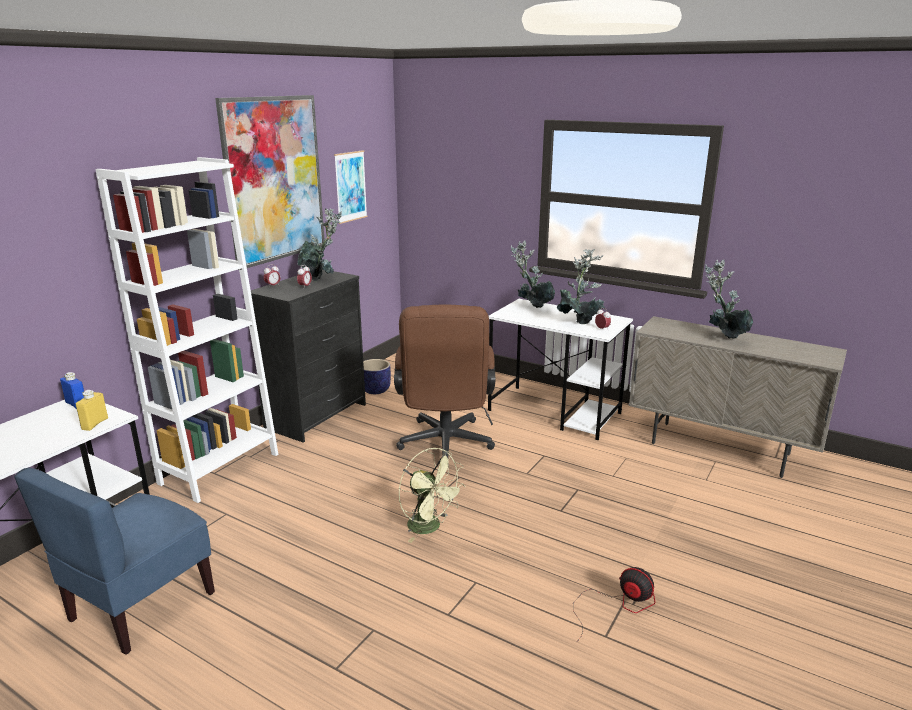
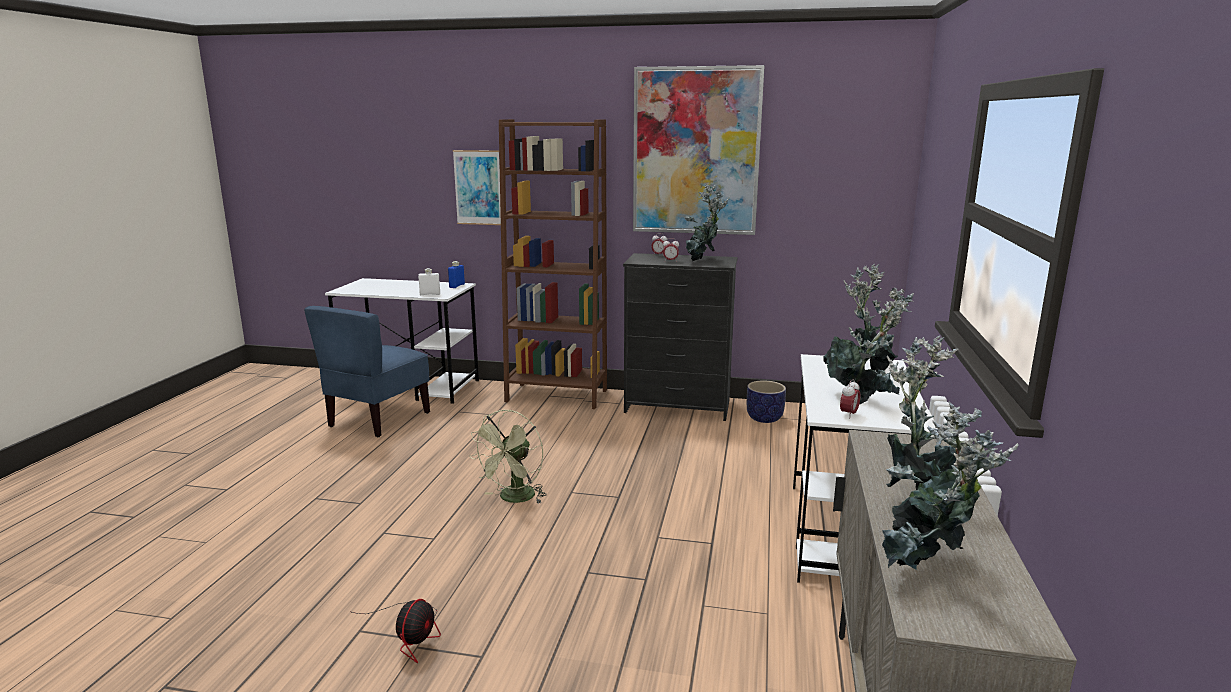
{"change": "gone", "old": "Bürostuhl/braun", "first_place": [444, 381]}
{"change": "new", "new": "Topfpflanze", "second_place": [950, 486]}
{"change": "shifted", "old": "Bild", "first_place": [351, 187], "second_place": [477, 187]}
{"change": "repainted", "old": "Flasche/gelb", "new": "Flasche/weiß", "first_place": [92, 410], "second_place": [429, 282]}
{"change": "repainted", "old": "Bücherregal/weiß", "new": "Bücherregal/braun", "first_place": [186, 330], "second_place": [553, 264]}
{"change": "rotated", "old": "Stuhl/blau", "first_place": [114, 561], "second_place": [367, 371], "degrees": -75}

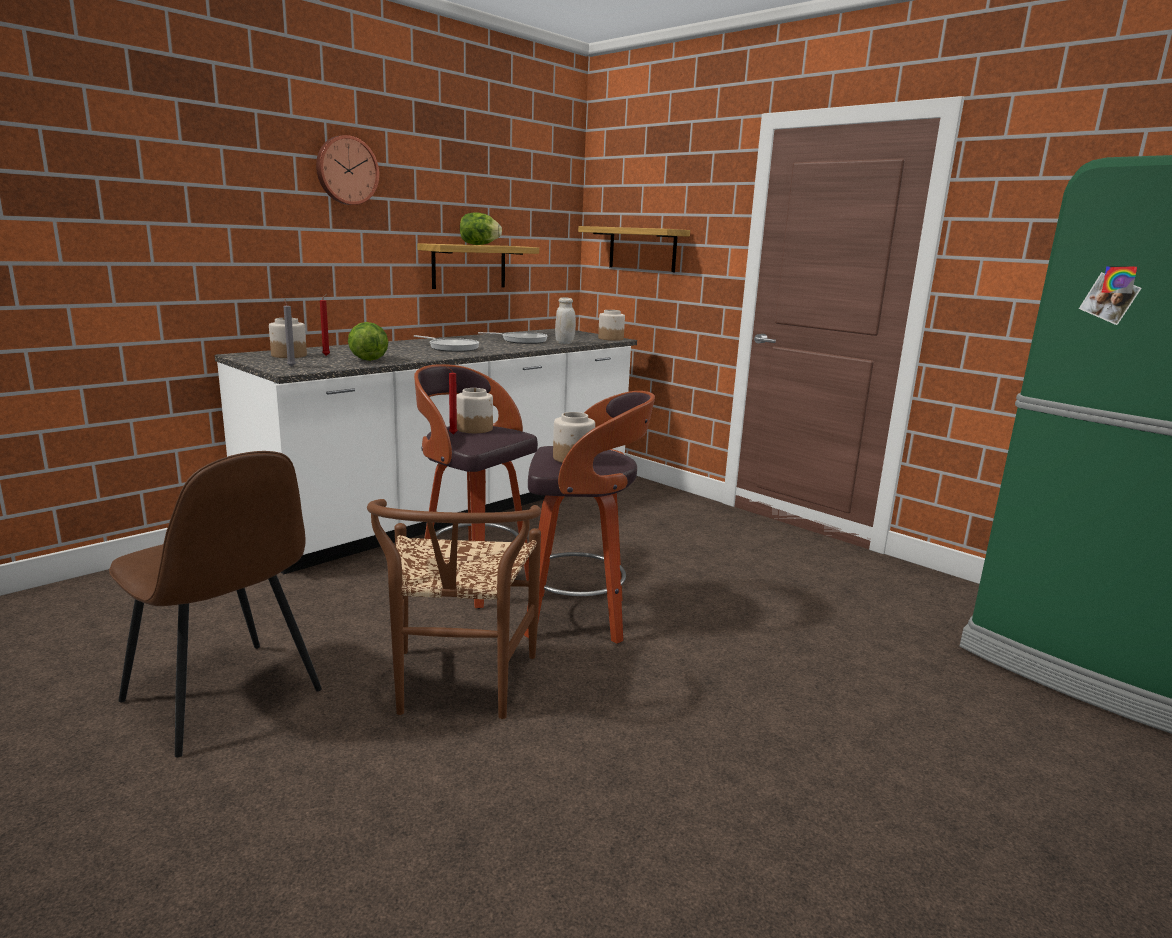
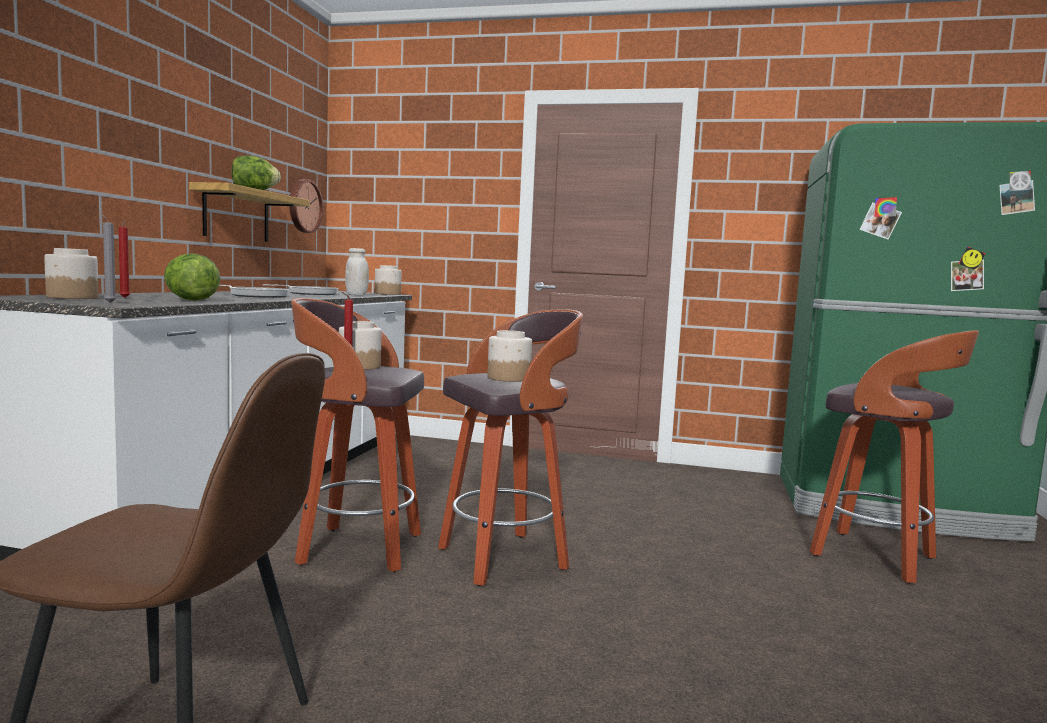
{"change": "gone", "old": "Stuhl/braun", "first_place": [454, 609]}
{"change": "gone", "old": "Wandregal", "first_place": [634, 249]}
{"change": "new", "new": "Hocker", "second_place": [894, 457]}
{"change": "shifted", "old": "Wanduhr", "first_place": [347, 170], "second_place": [306, 206]}

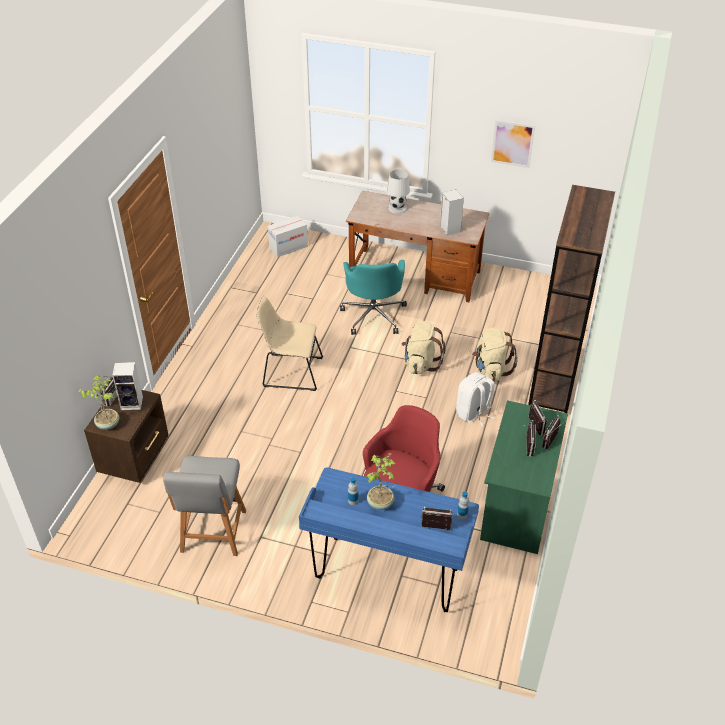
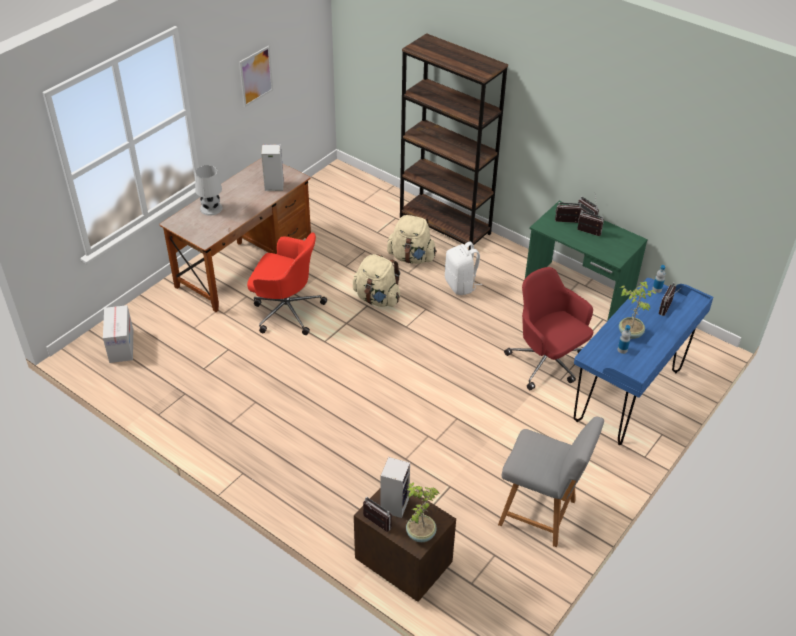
{"change": "gone", "old": "Stuhl/beige", "first_place": [289, 343]}
{"change": "repainted", "old": "Bürostuhl/türkis", "new": "Bürostuhl/rot", "first_place": [373, 297], "second_place": [287, 283]}

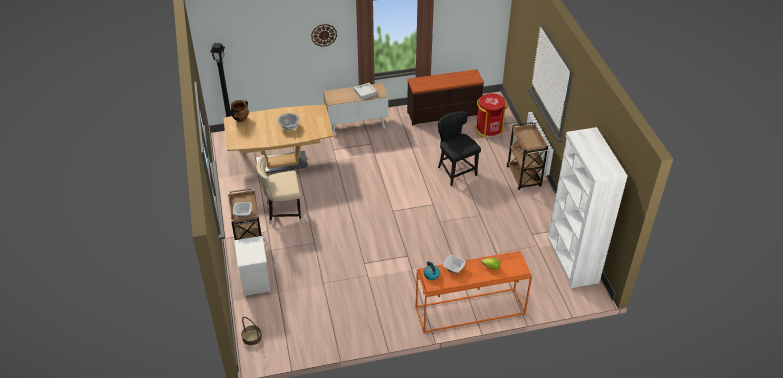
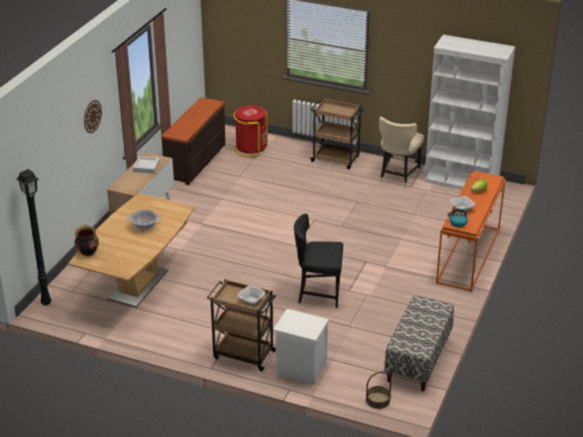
{"change": "new", "new": "Bank", "second_place": [419, 343]}
{"change": "shifted", "old": "Stuhl/beige", "first_place": [278, 189], "second_place": [401, 152]}
{"change": "shifted", "old": "Stuhl/schwarz", "first_place": [459, 148], "second_place": [318, 261]}

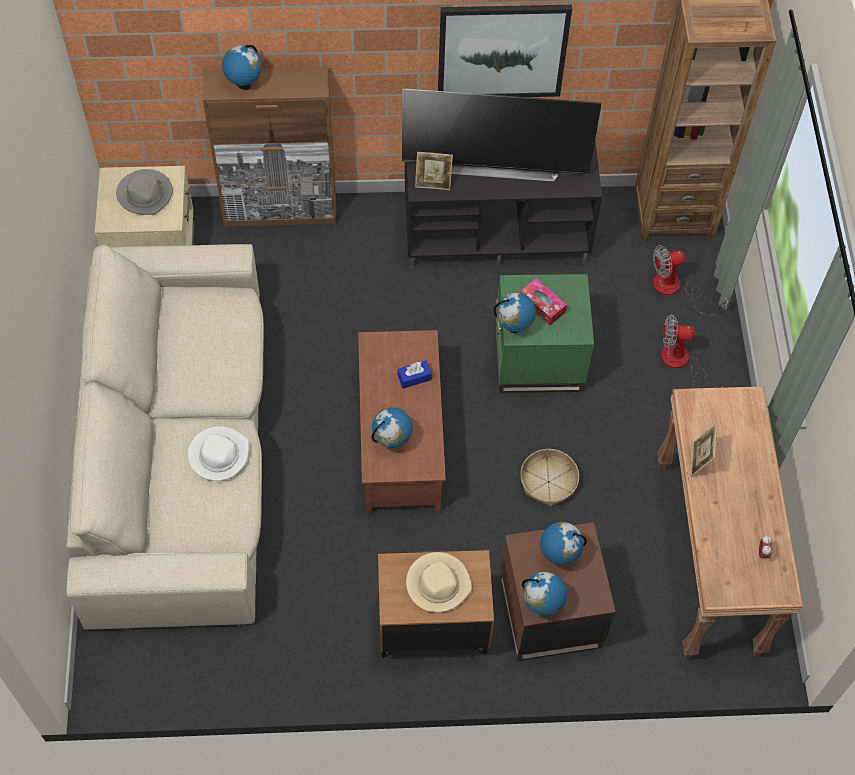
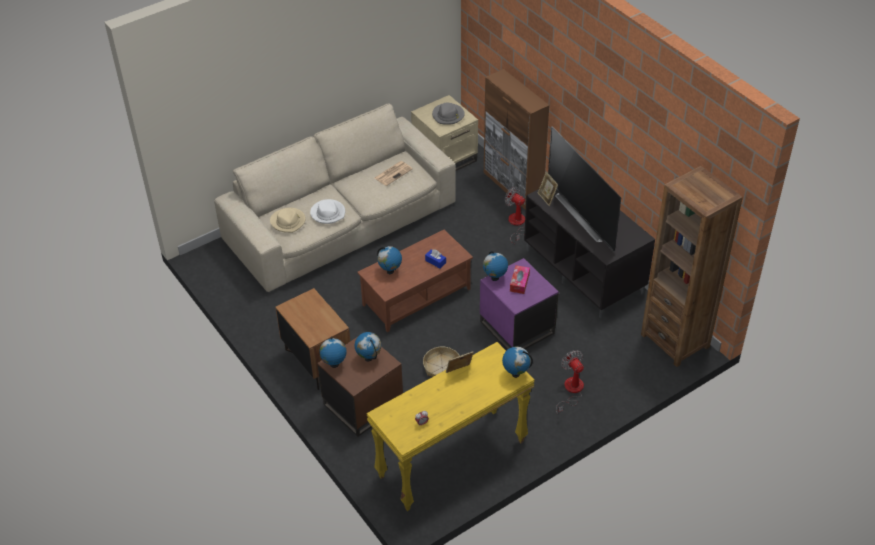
{"change": "gone", "old": "Bild", "first_place": [505, 51]}
{"change": "new", "new": "Zeitung", "second_place": [394, 173]}
{"change": "shifted", "old": "Globus", "first_place": [242, 67], "second_place": [517, 362]}
{"change": "shifted", "old": "Hut/beige", "first_place": [439, 582], "second_place": [288, 220]}
{"change": "shifted", "old": "Ventilator", "first_place": [691, 280], "second_place": [515, 215]}
{"change": "repainted", "old": "Beistelltisch/grün", "new": "Beistelltisch/lila", "first_place": [544, 333], "second_place": [519, 304]}
{"change": "repainted", "old": "Konsolentisch/braun", "new": "Konsolentisch/gelb", "first_place": [730, 522], "second_place": [450, 426]}

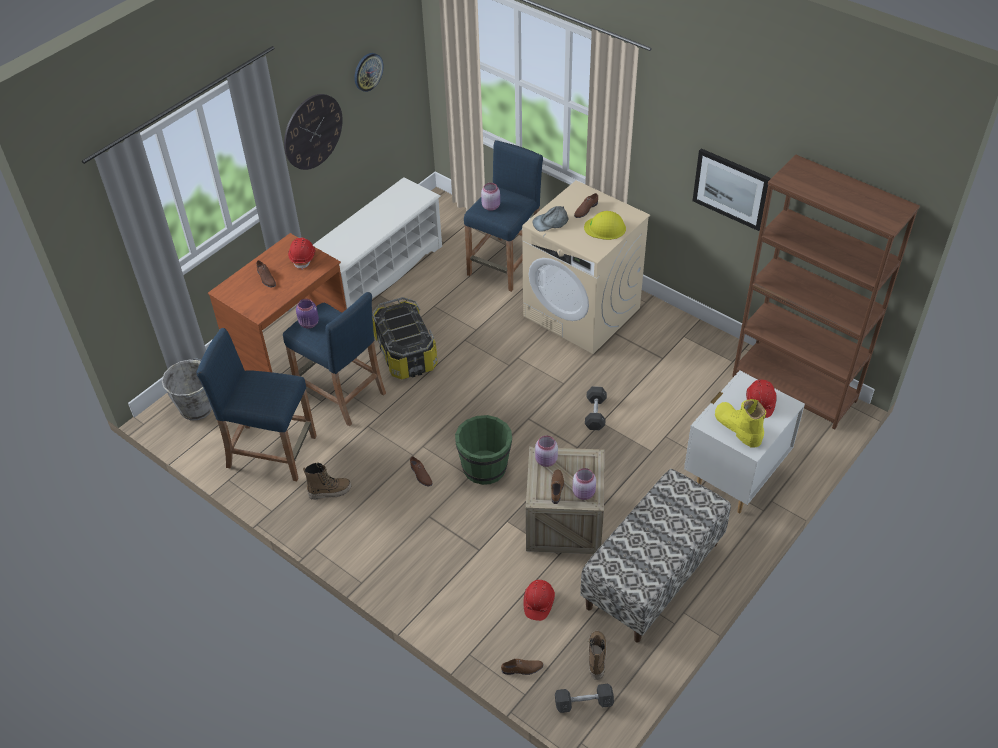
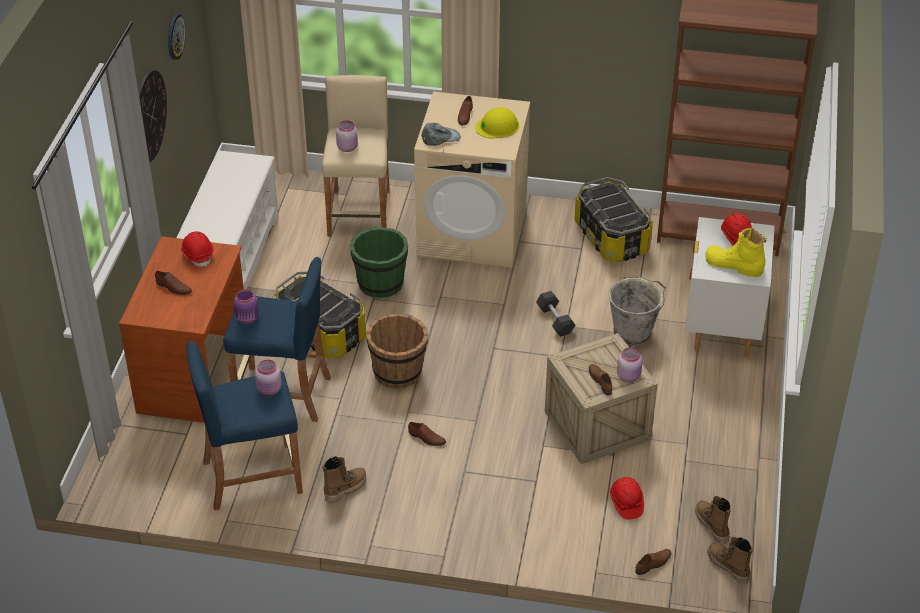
{"change": "gone", "old": "Bank", "first_place": [655, 556]}
{"change": "gone", "old": "Bild", "first_place": [732, 189]}
{"change": "new", "new": "Eimer/braun", "second_place": [397, 351]}
{"change": "new", "new": "Aufbewahrungsbox", "second_place": [613, 219]}
{"change": "shifted", "old": "Eimer/grau", "first_place": [187, 389], "second_place": [637, 311]}
{"change": "shifted", "old": "Eimer/grün", "first_place": [483, 450], "second_place": [379, 262]}
{"change": "shifted", "old": "Vorratsglas/rosa", "first_place": [546, 451], "second_place": [268, 378]}
{"change": "swapped", "old": "Hantel/grau", "new": "Stiefel", "first_place": [584, 698], "second_place": [730, 560]}
{"change": "repainted", "old": "Hocker/blau", "new": "Hocker/beige", "first_place": [503, 216], "second_place": [356, 156]}
{"change": "rotated", "old": "Kappe/grau", "first_place": [551, 219], "second_place": [441, 134], "degrees": -150}

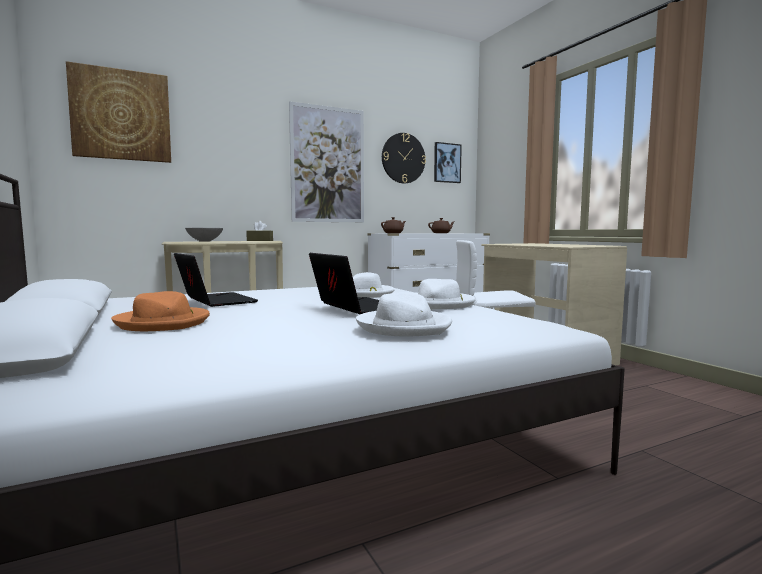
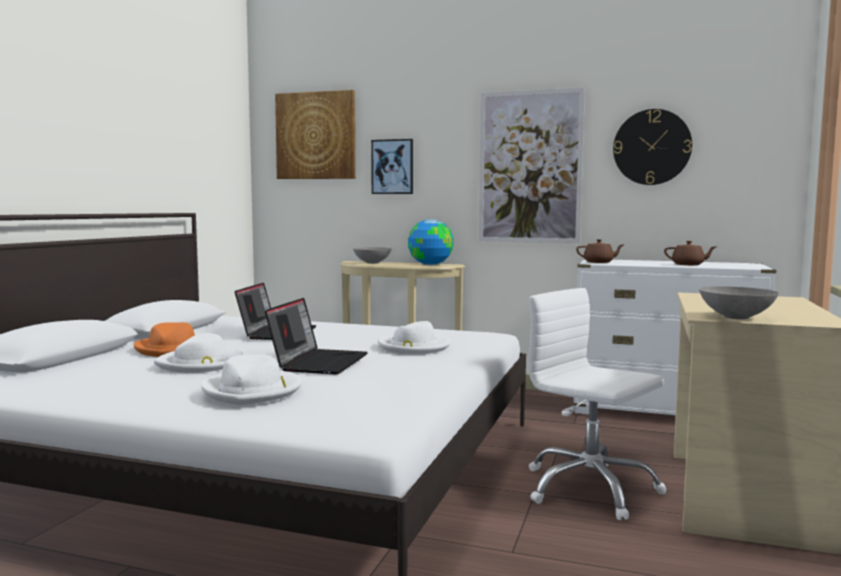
{"change": "new", "new": "Schüssel/grau", "second_place": [739, 303]}
{"change": "shifted", "old": "Hut/weiß", "first_place": [445, 294], "second_place": [199, 353]}
{"change": "shifted", "old": "Bild", "first_place": [448, 162], "second_place": [392, 166]}
{"change": "swapped", "old": "Taschentuchbox/braun", "new": "Globus", "first_place": [259, 231], "second_place": [430, 242]}

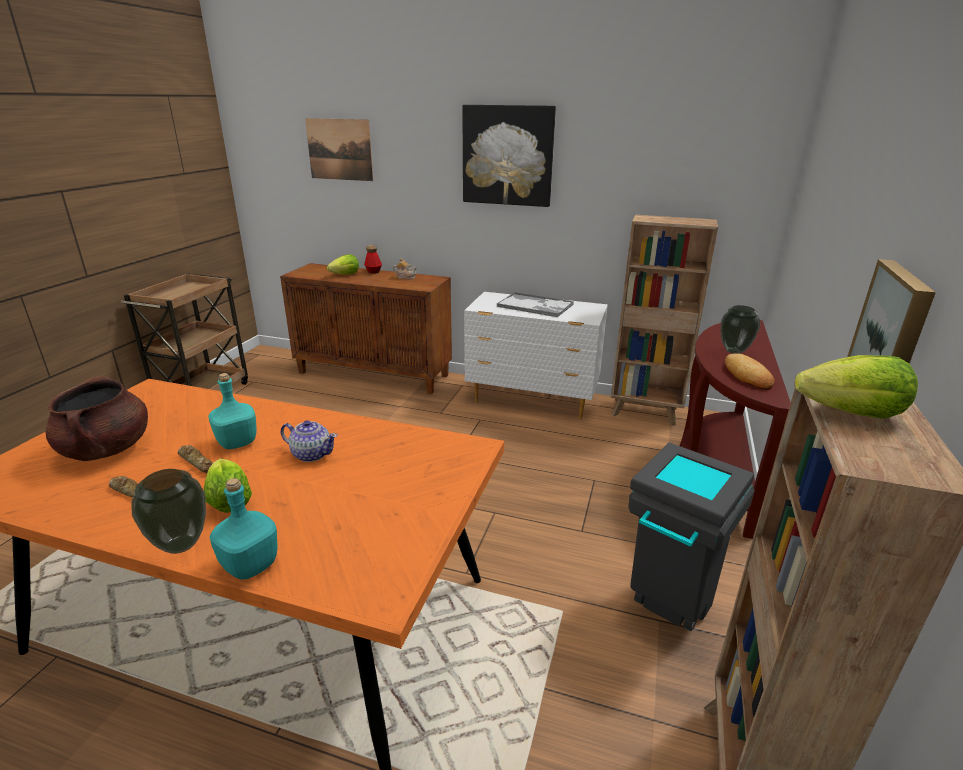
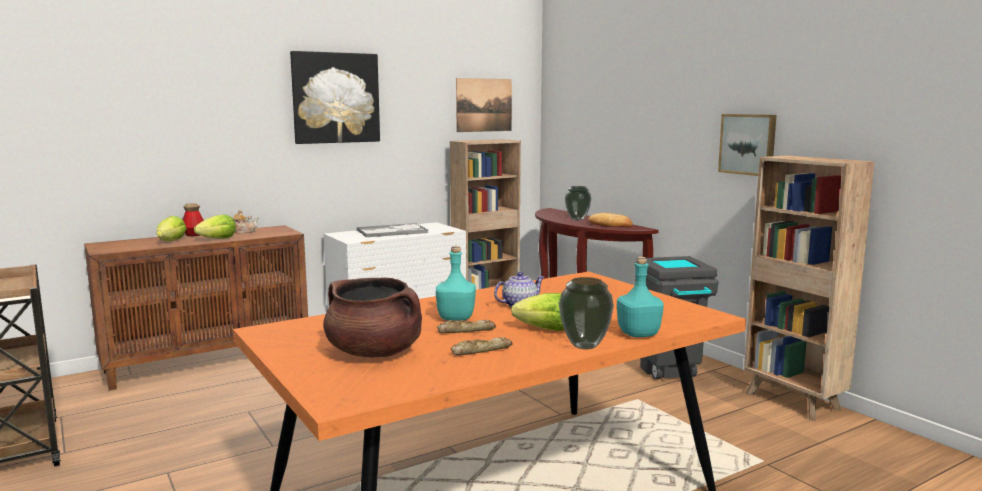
{"change": "shifted", "old": "Bild", "first_place": [339, 149], "second_place": [484, 105]}
{"change": "shifted", "old": "Salatkopf", "first_place": [856, 387], "second_place": [215, 226]}

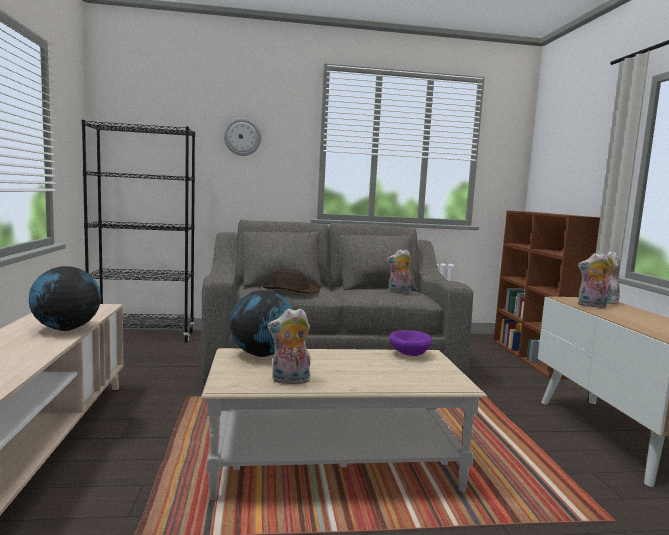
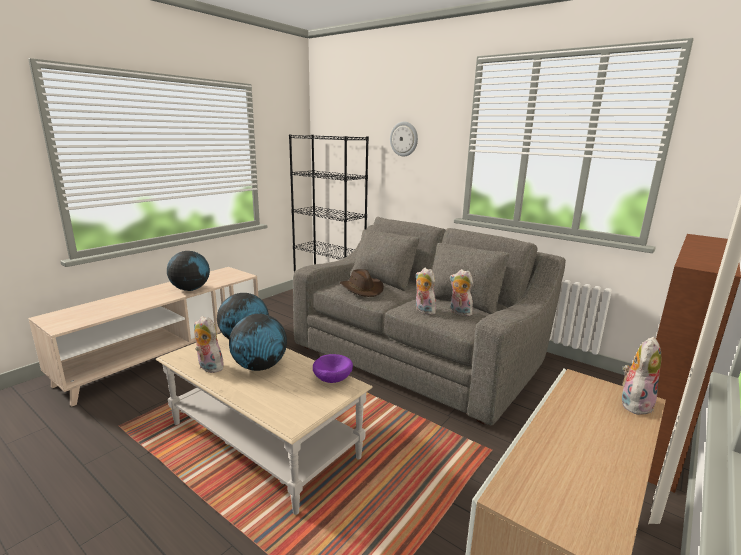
{"change": "new", "new": "Globus", "second_place": [258, 342]}
{"change": "shifted", "old": "Plüschtier", "first_place": [594, 280], "second_place": [425, 291]}

